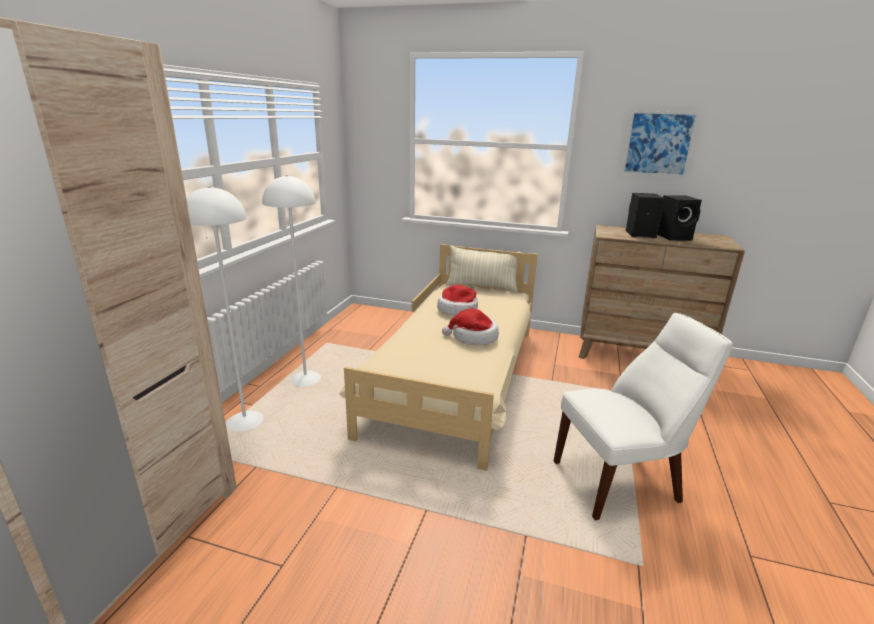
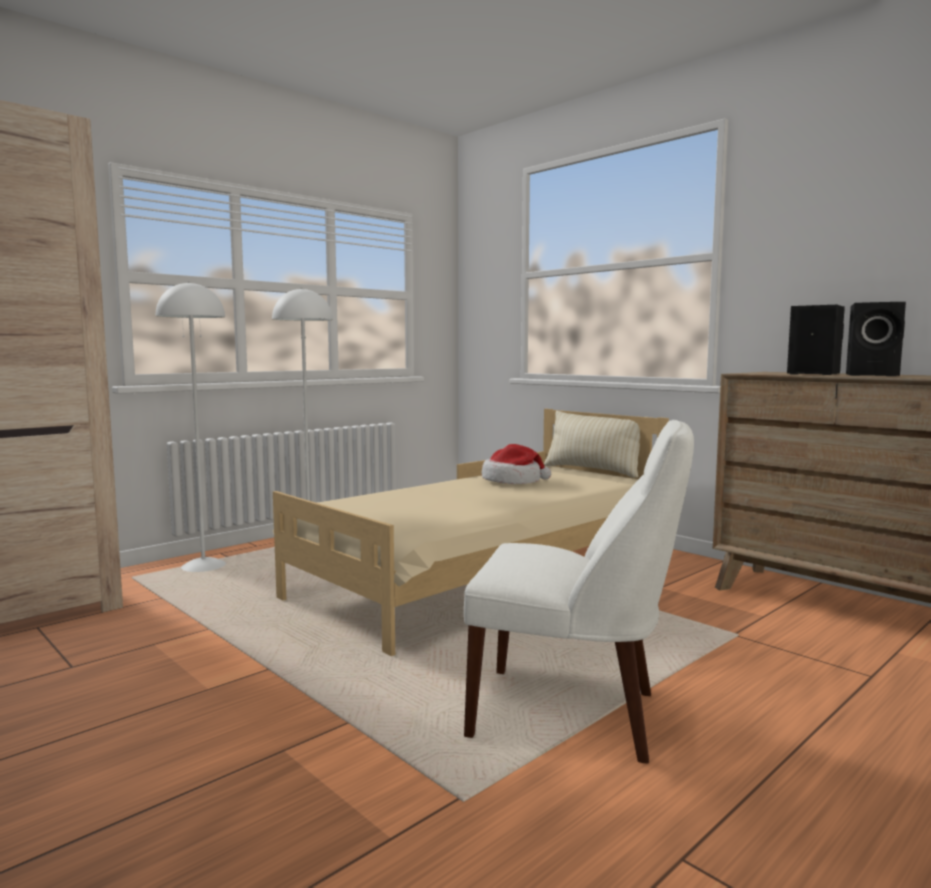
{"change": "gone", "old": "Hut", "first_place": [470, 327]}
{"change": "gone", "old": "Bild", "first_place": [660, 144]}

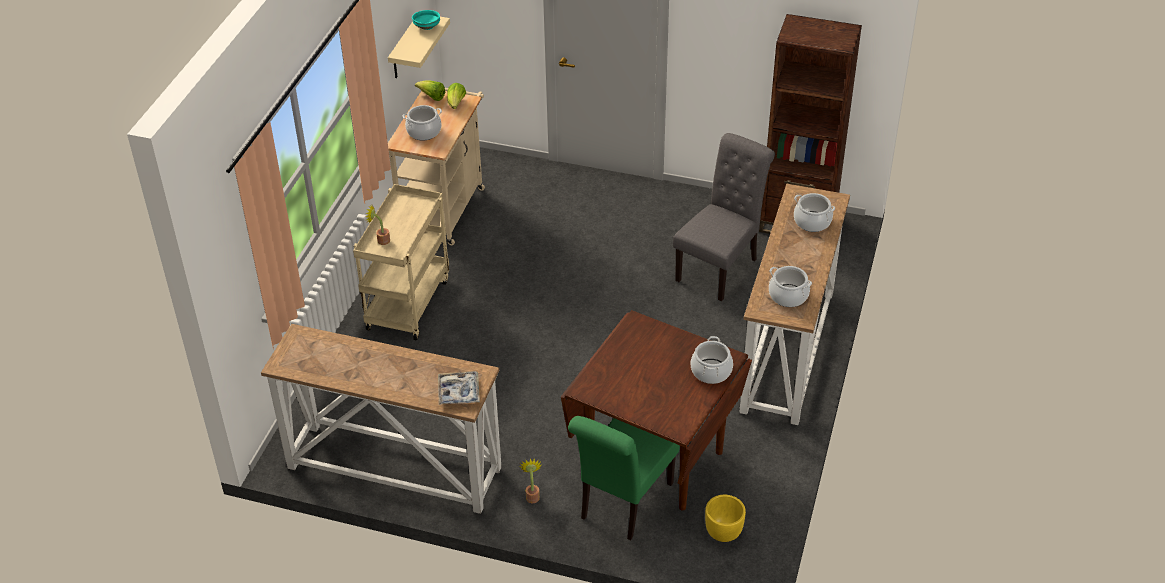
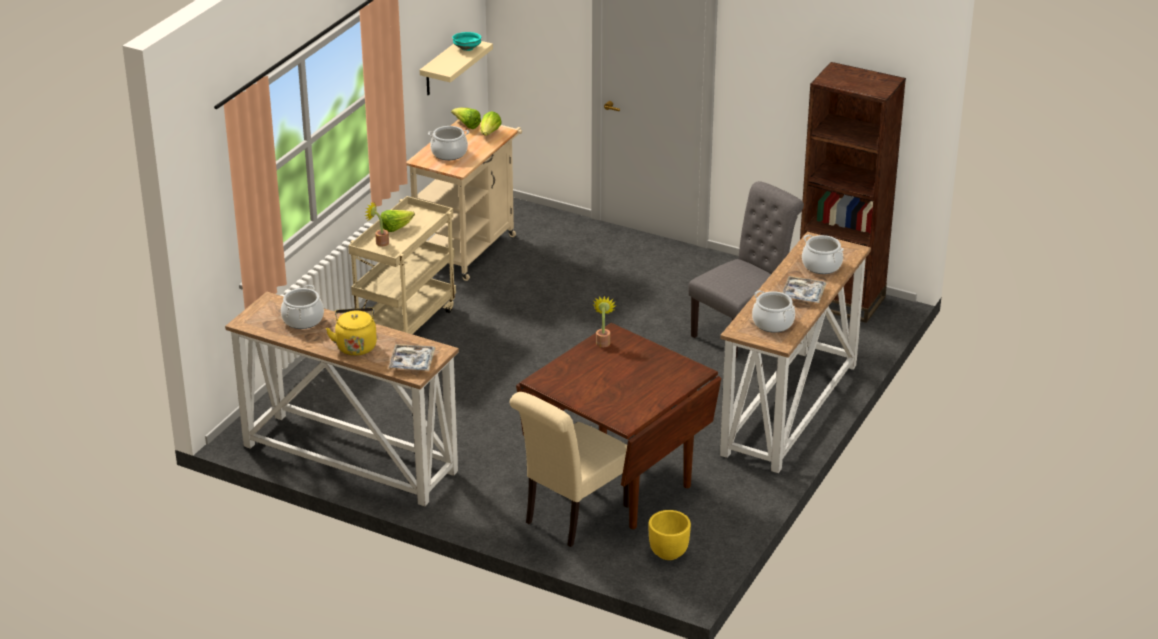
{"change": "new", "new": "Wasserkessel/gelb", "second_place": [351, 332]}
{"change": "new", "new": "Salatkopf", "second_place": [398, 221]}
{"change": "new", "new": "Tablett", "second_place": [804, 289]}
{"change": "shifted", "old": "Topfpflanze", "first_place": [530, 480], "second_place": [603, 321]}
{"change": "shifted", "old": "Kochtopf", "first_place": [712, 360], "second_place": [302, 307]}
{"change": "repainted", "old": "Stuhl/grün", "new": "Stuhl/beige", "first_place": [624, 478], "second_place": [569, 469]}

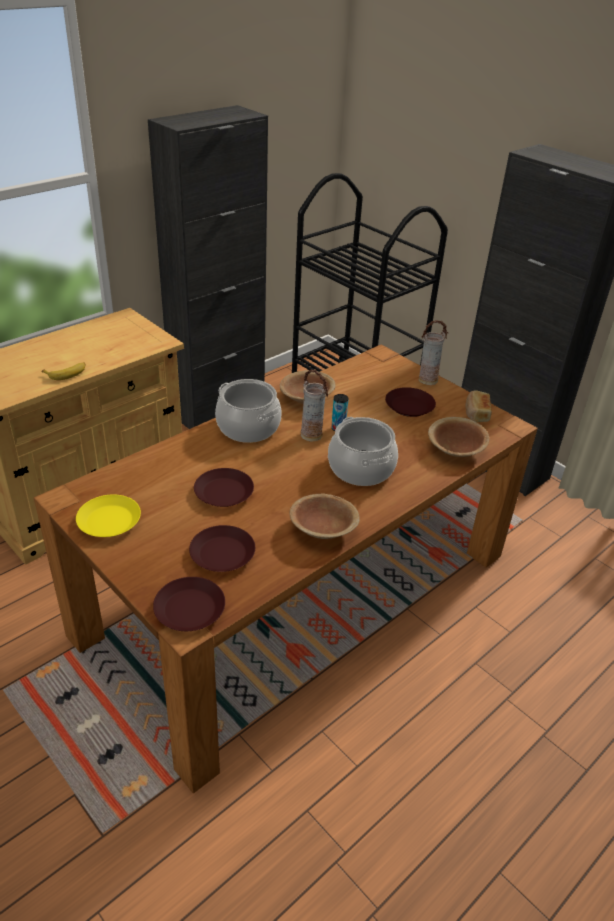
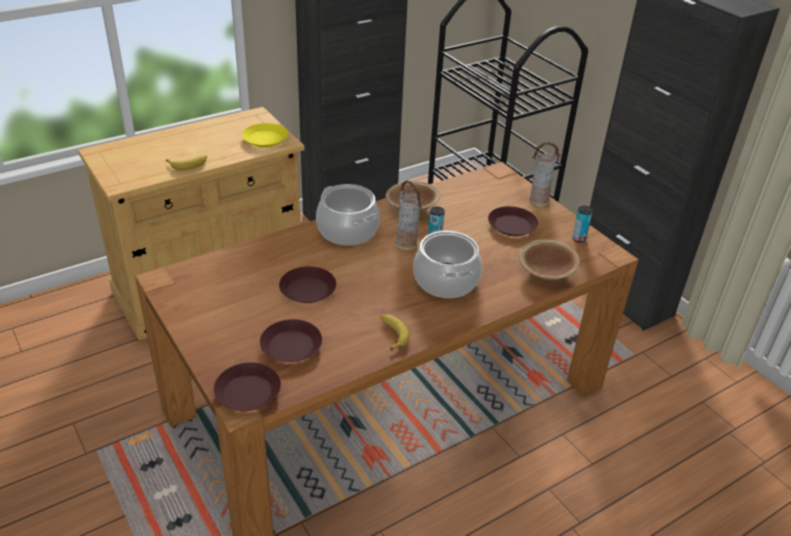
{"change": "shifted", "old": "Teller/gelb", "first_place": [108, 515], "second_place": [265, 135]}
{"change": "swapped", "old": "Schüssel/braun", "new": "Banane", "first_place": [324, 516], "second_place": [395, 333]}
{"change": "swapped", "old": "Brot", "new": "Dose", "first_place": [478, 406], "second_place": [582, 224]}

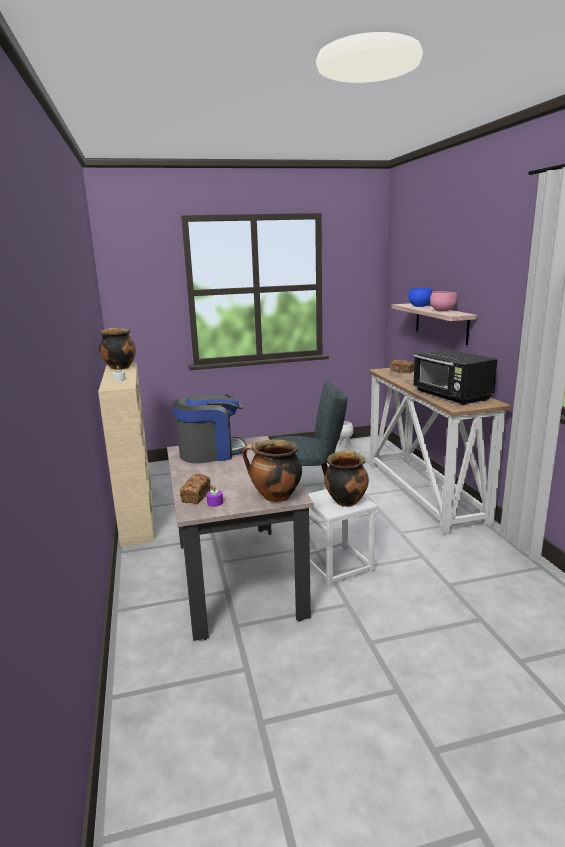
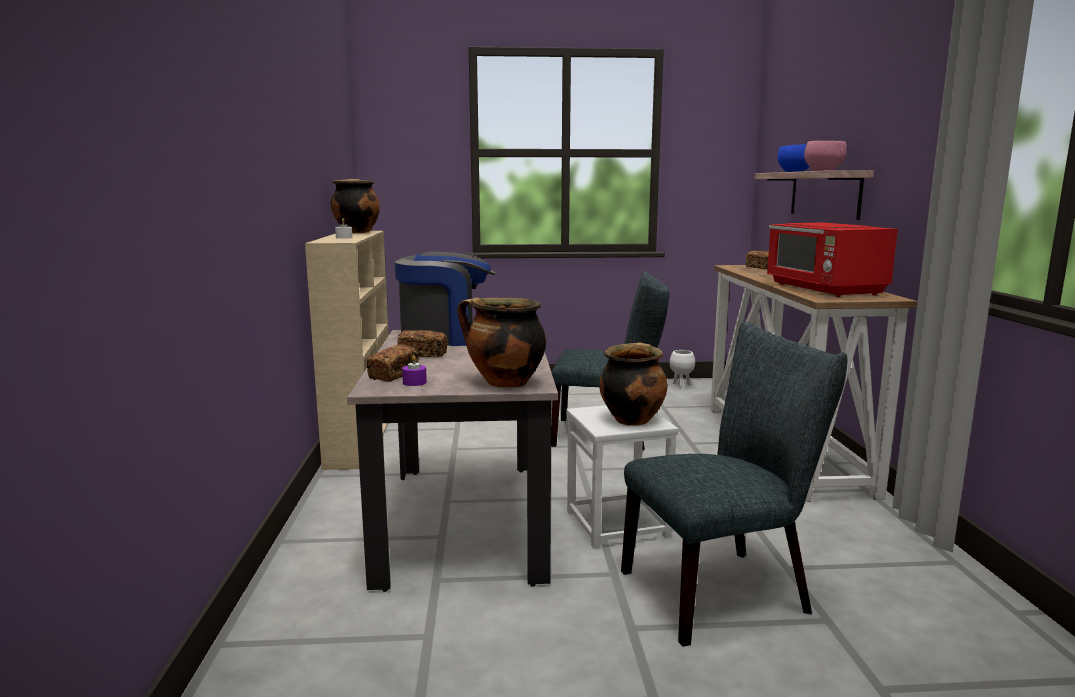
{"change": "new", "new": "Brot", "second_place": [422, 343]}
{"change": "new", "new": "Stuhl/grau", "second_place": [734, 484]}
{"change": "repainted", "old": "Mikrowelle/schwarz", "new": "Mikrowelle/rot", "first_place": [455, 377], "second_place": [832, 259]}

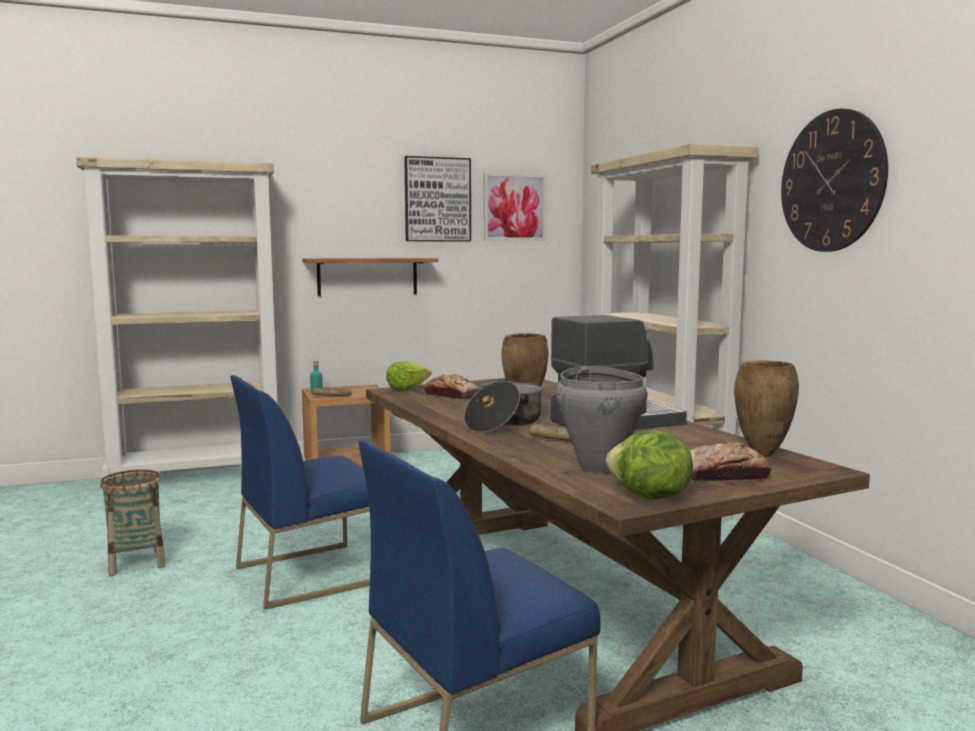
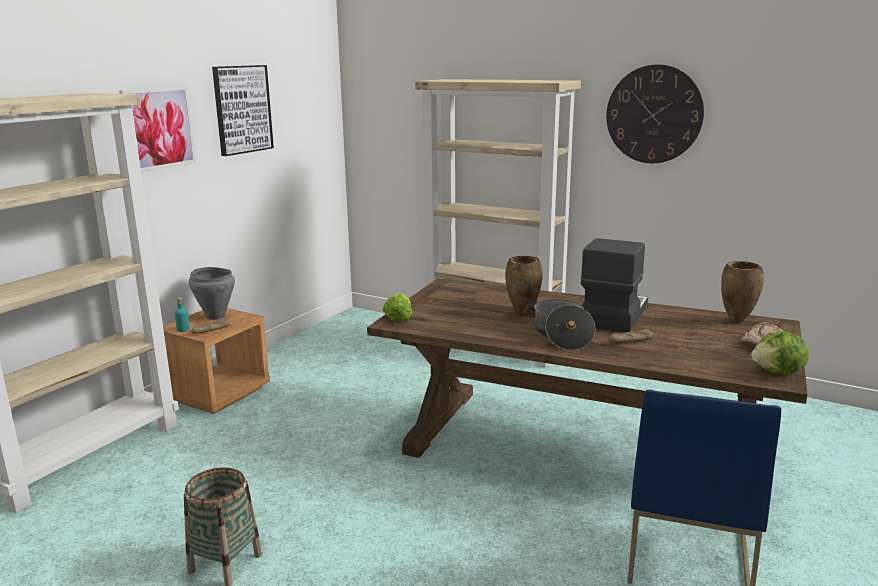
{"change": "gone", "old": "Stuhl/blau", "first_place": [300, 492]}
{"change": "gone", "old": "Wandregal", "first_place": [370, 277]}
{"change": "gone", "old": "Brot", "first_place": [451, 386]}
{"change": "shifted", "old": "Bild", "first_place": [515, 207], "second_place": [157, 129]}
{"change": "shifted", "old": "Kochtopf/grau", "first_place": [601, 420], "second_place": [212, 293]}

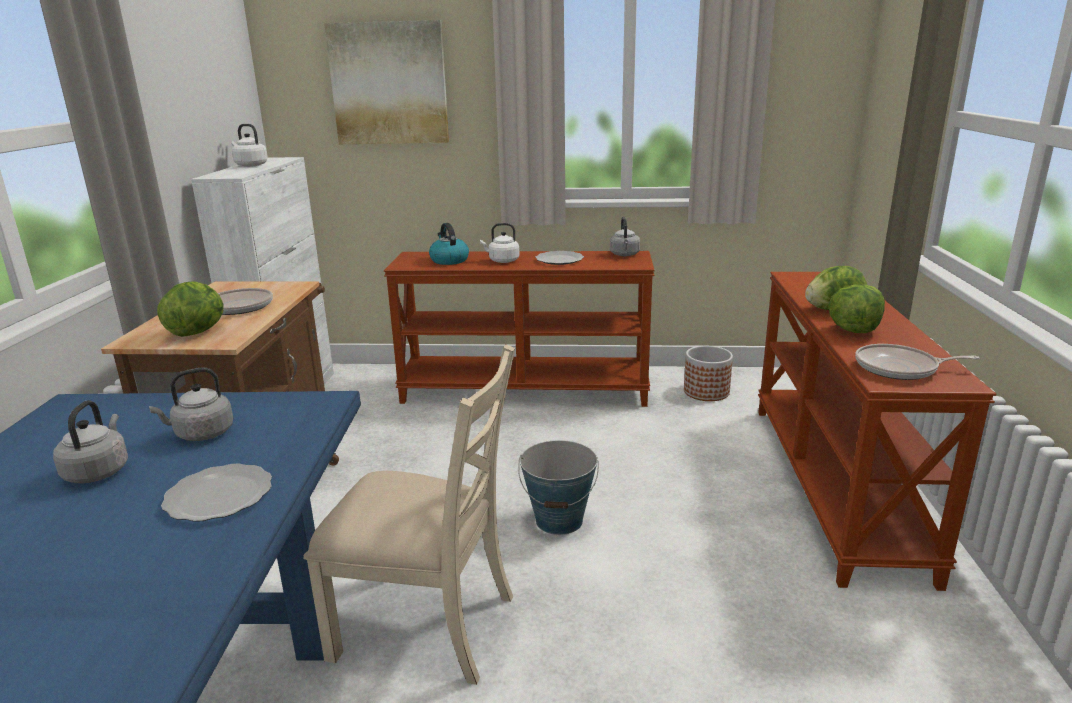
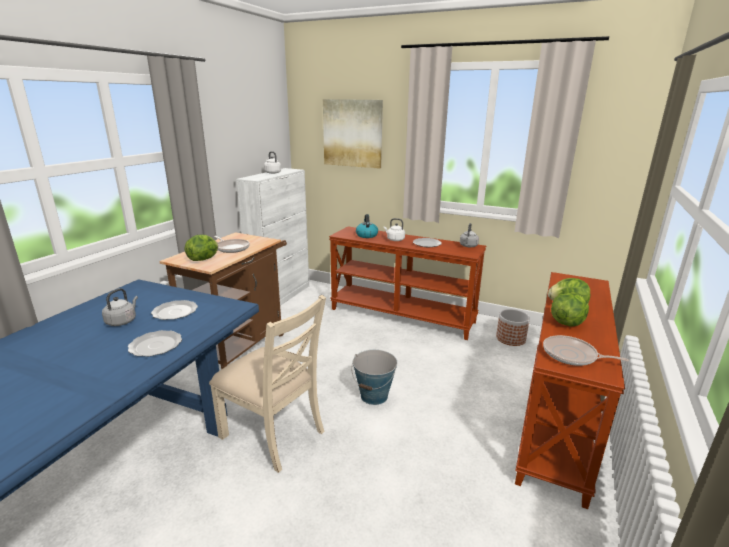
{"change": "swapped", "old": "Wasserkessel/grau", "new": "Teller", "first_place": [191, 404], "second_place": [174, 310]}

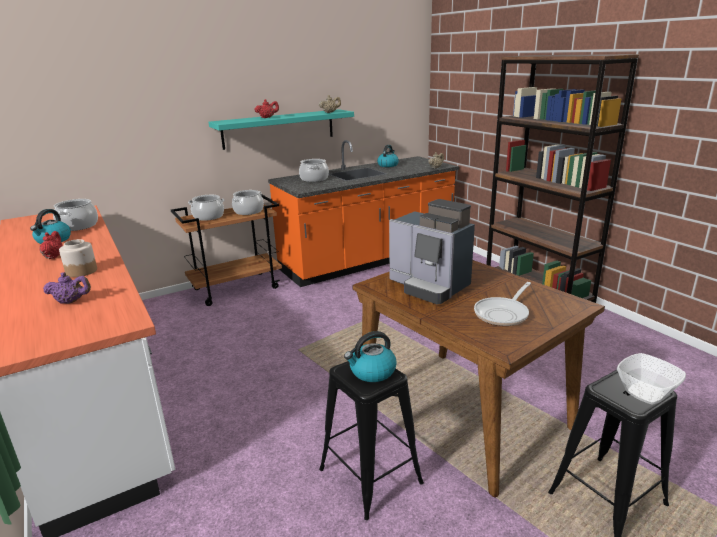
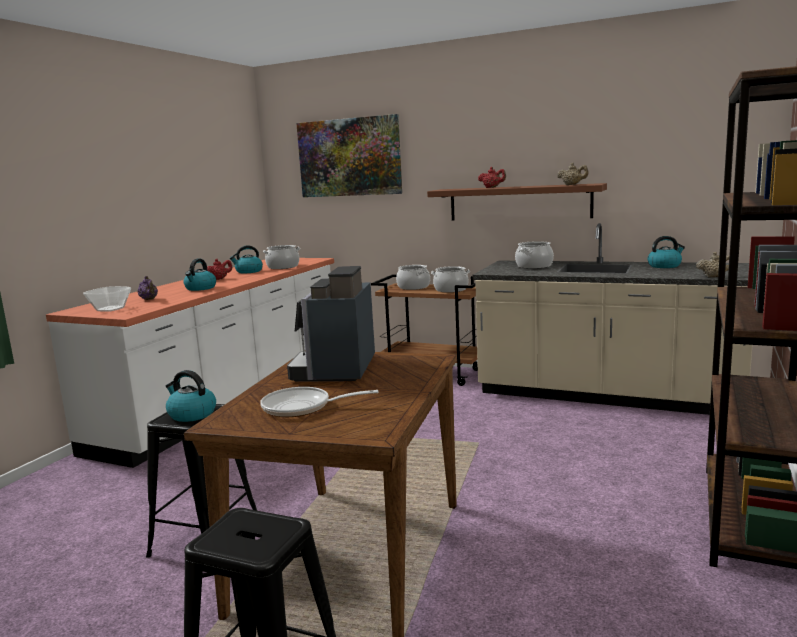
{"change": "new", "new": "Bild", "second_place": [349, 155]}
{"change": "shifted", "old": "Schüssel", "first_place": [651, 379], "second_place": [107, 299]}
{"change": "swapped", "old": "Vorratsglas", "new": "Wasserkessel", "first_place": [78, 258], "second_place": [199, 275]}
{"change": "repainted", "old": "Wandregal/türkis", "new": "Wandregal/braun", "first_place": [281, 129], "second_place": [517, 201]}
{"change": "repainted", "old": "Küchenzeile/orange", "new": "Küchenzeile/beige", "first_place": [363, 213], "second_place": [612, 319]}

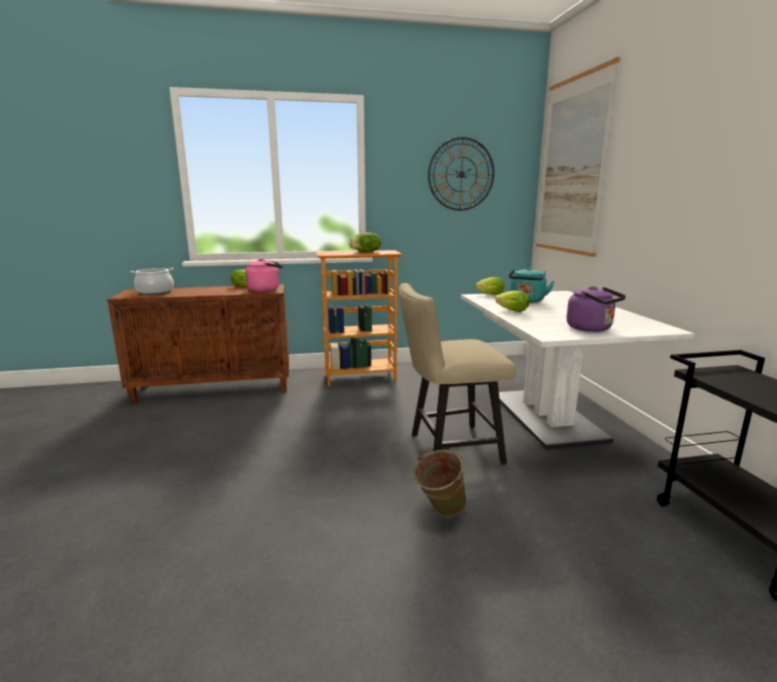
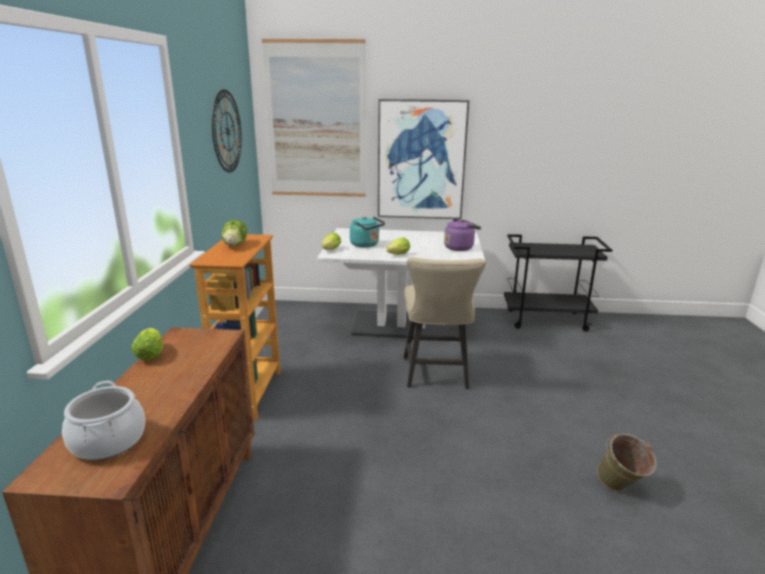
{"change": "gone", "old": "Wasserkessel/rosa", "first_place": [263, 275]}
{"change": "new", "new": "Bild", "second_place": [423, 159]}
{"change": "shifted", "old": "Eimer/grün", "first_place": [440, 483], "second_place": [627, 462]}

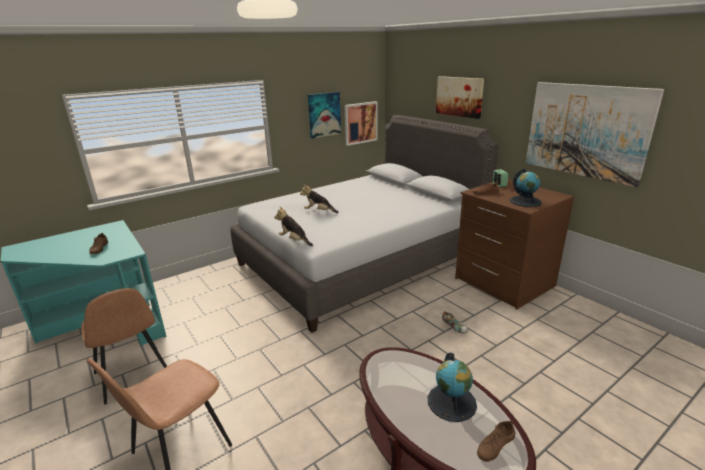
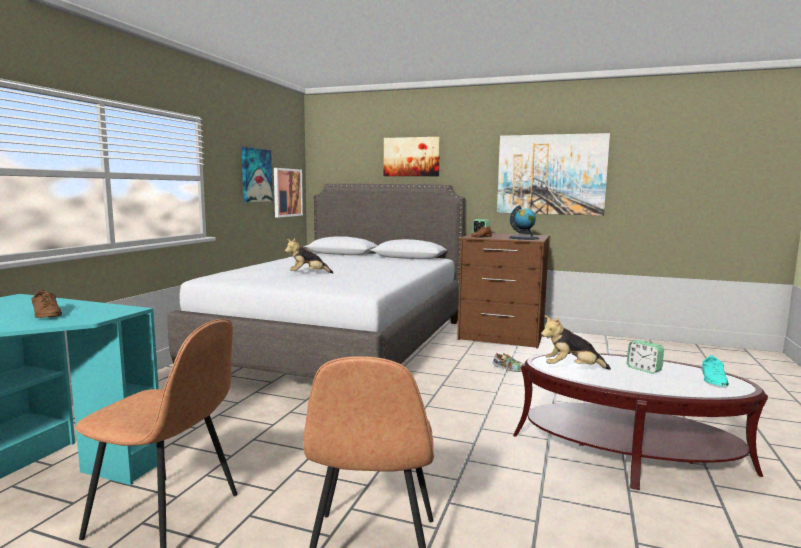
{"change": "shifted", "old": "Plüschtier", "first_place": [293, 226], "second_place": [576, 342]}
{"change": "swapped", "old": "Globus", "new": "Wecker", "first_place": [452, 387], "second_place": [645, 356]}
{"change": "repainted", "old": "Schuh/braun", "new": "Schuh/türkis", "first_place": [496, 441], "second_place": [715, 370]}

